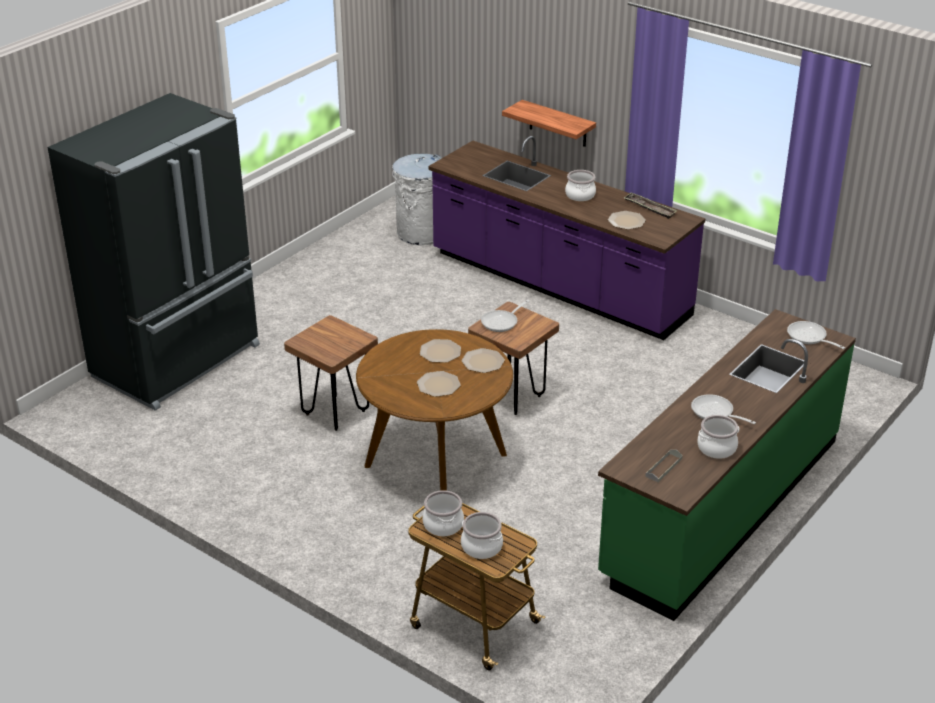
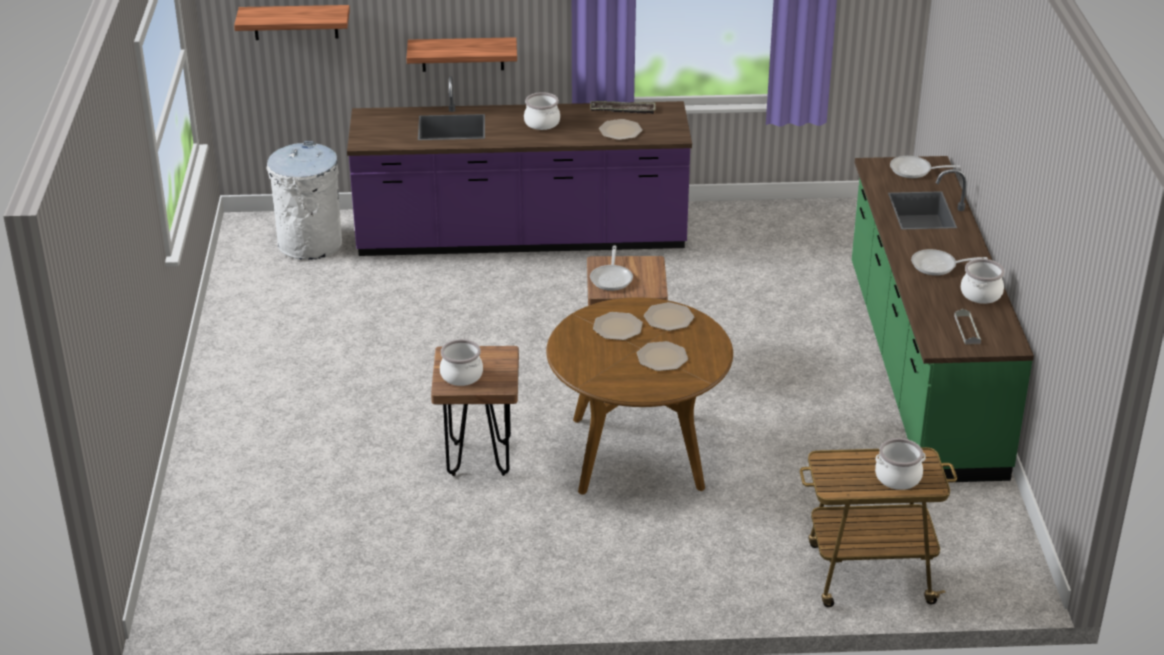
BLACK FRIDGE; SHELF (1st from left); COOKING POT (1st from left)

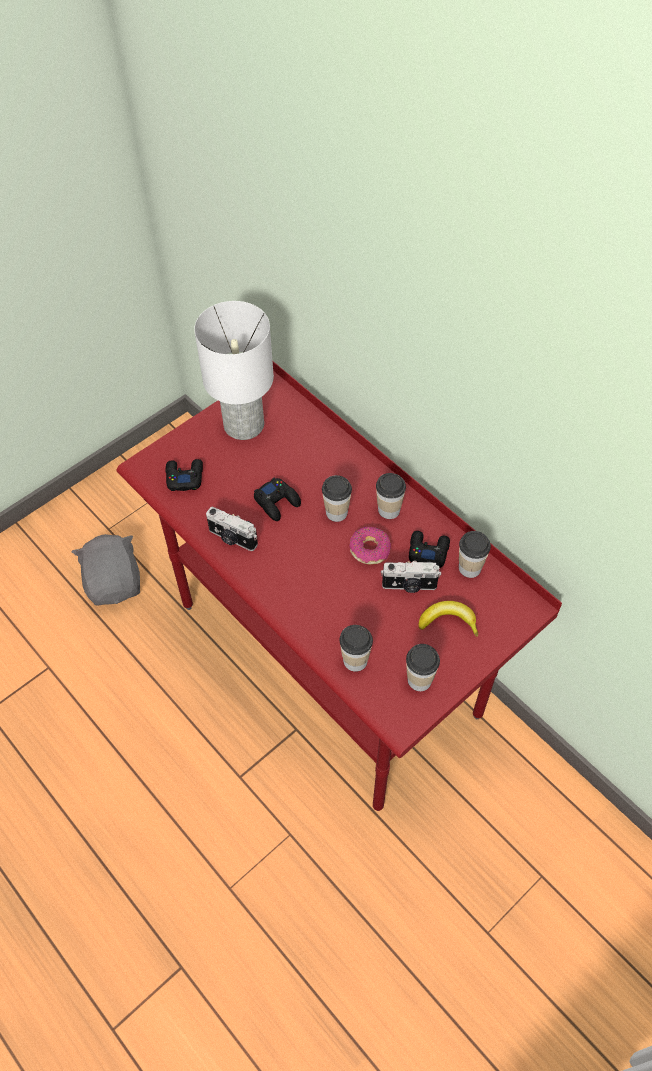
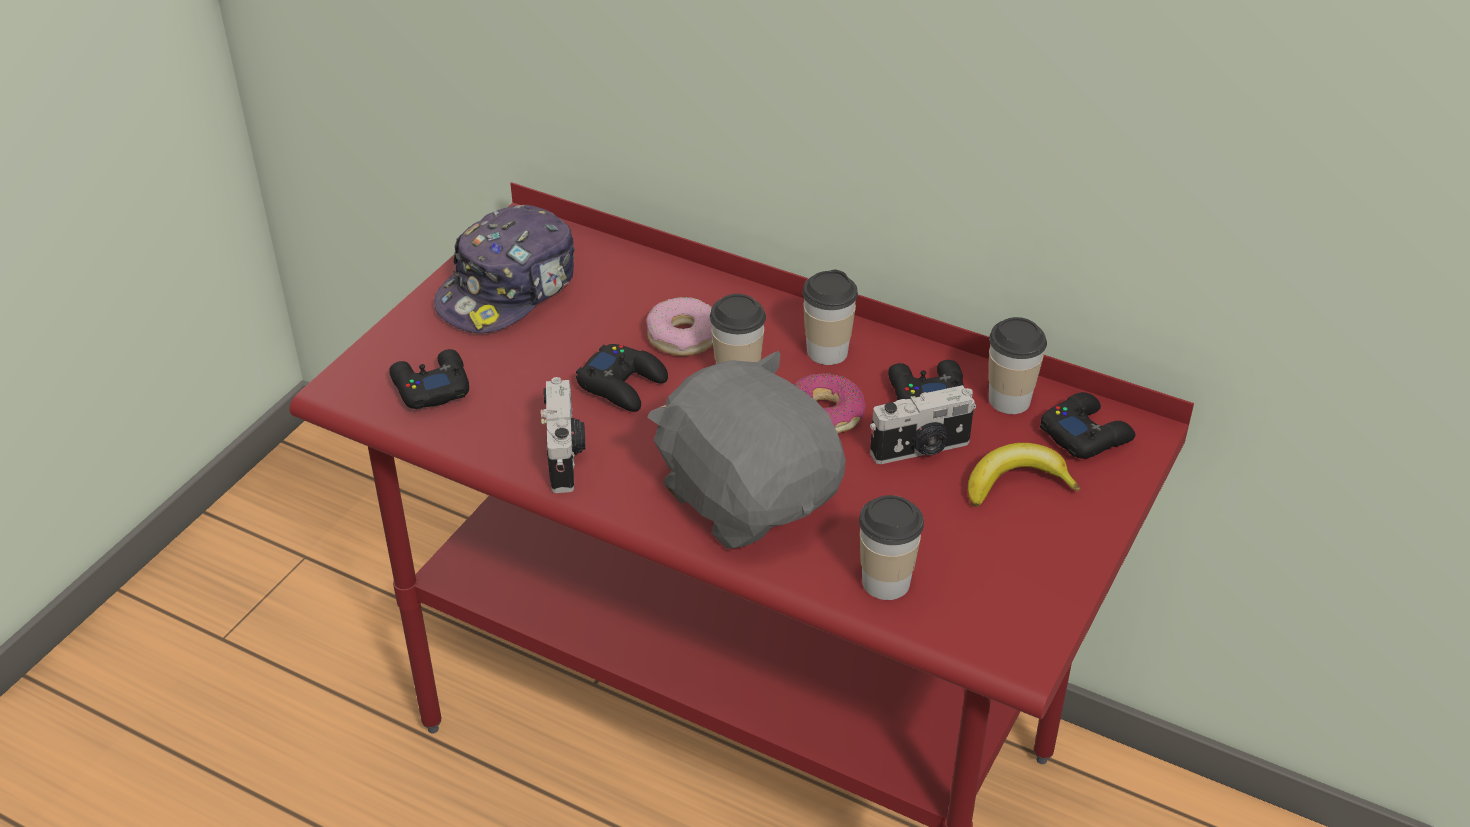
CUP (4th from left in the first image); DONUT (1st from left); BLACK GAME CONTROLLER (4th from left); GREY PLUSH TOY; CAP; PHOTO CAMERA (1st from left)

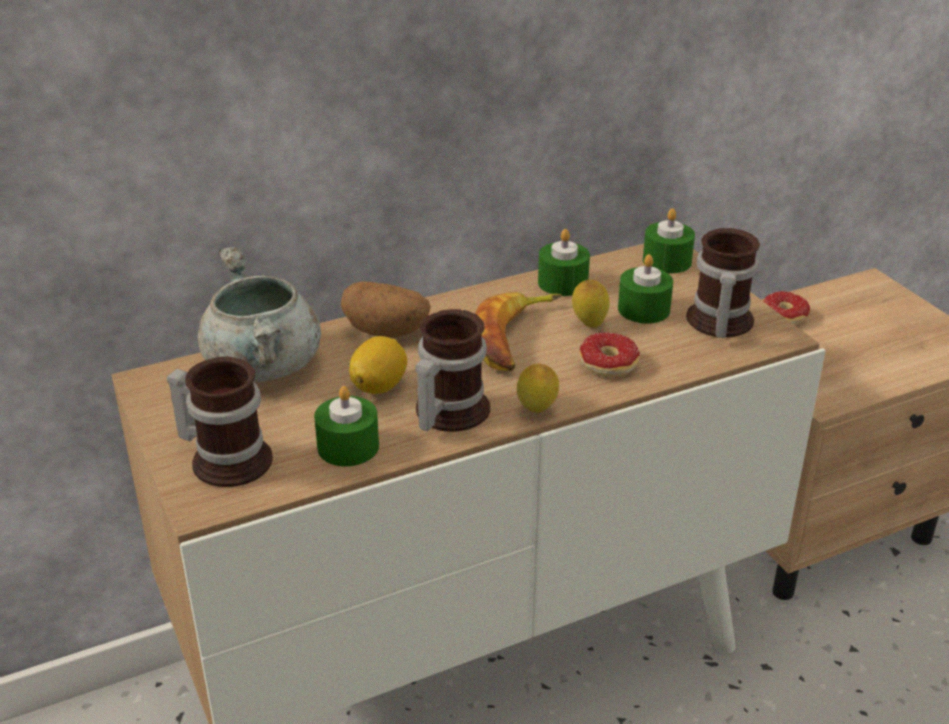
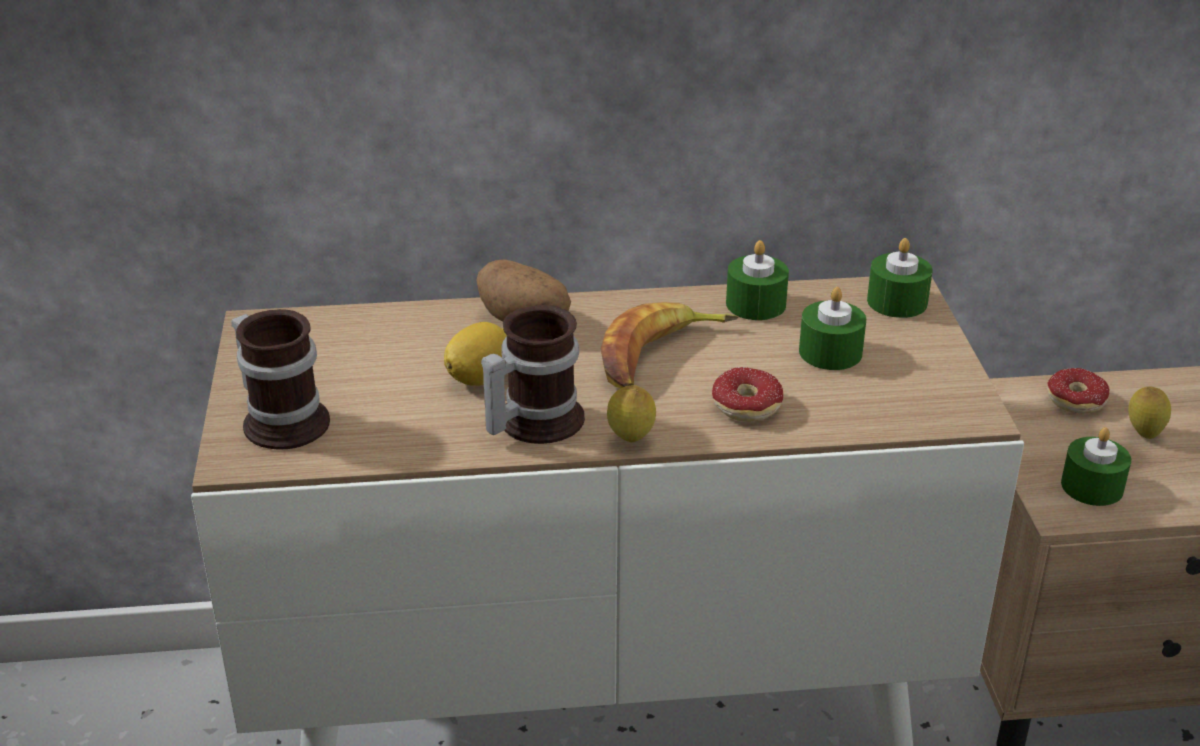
GREY COOKING POT; MUG (3rd from left in the first image); GREEN CANDLE (4th from left); LEMON (3rd from left)

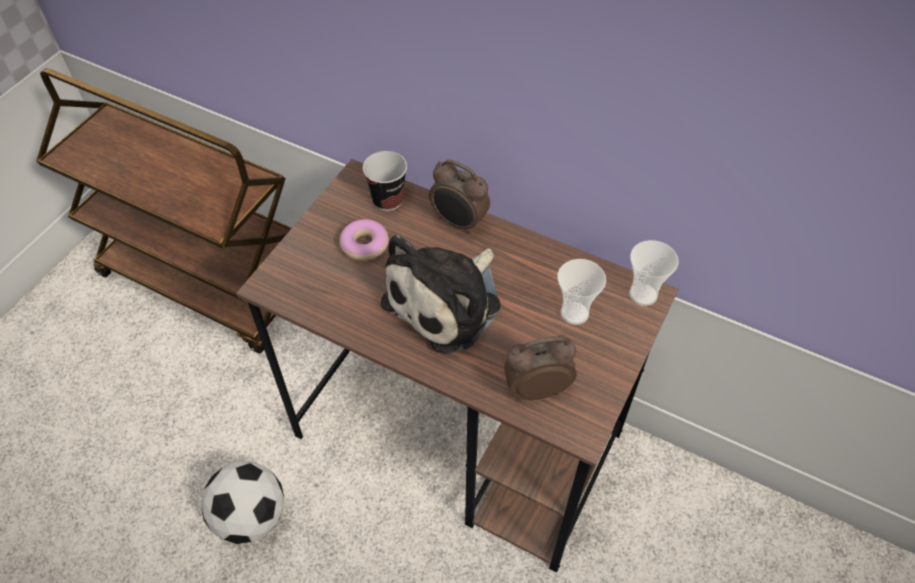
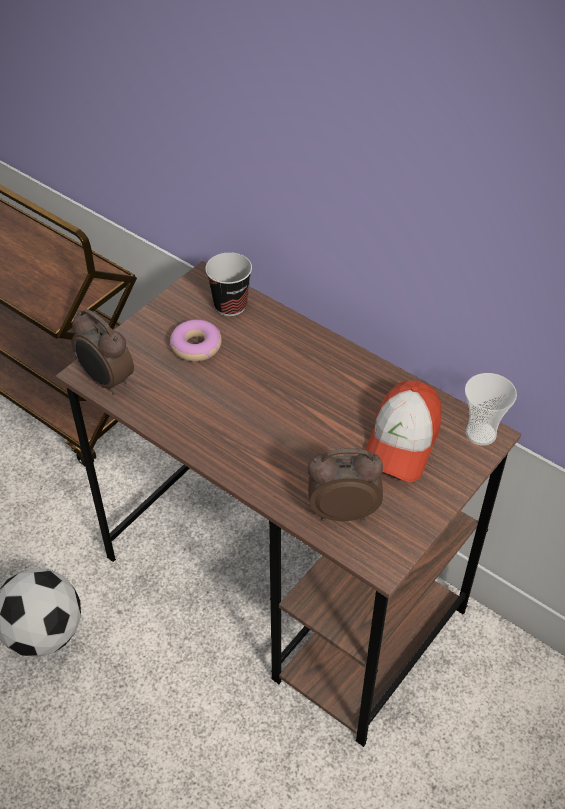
PLUSH TOY; ALARM CLOCK (1st from left); CAP

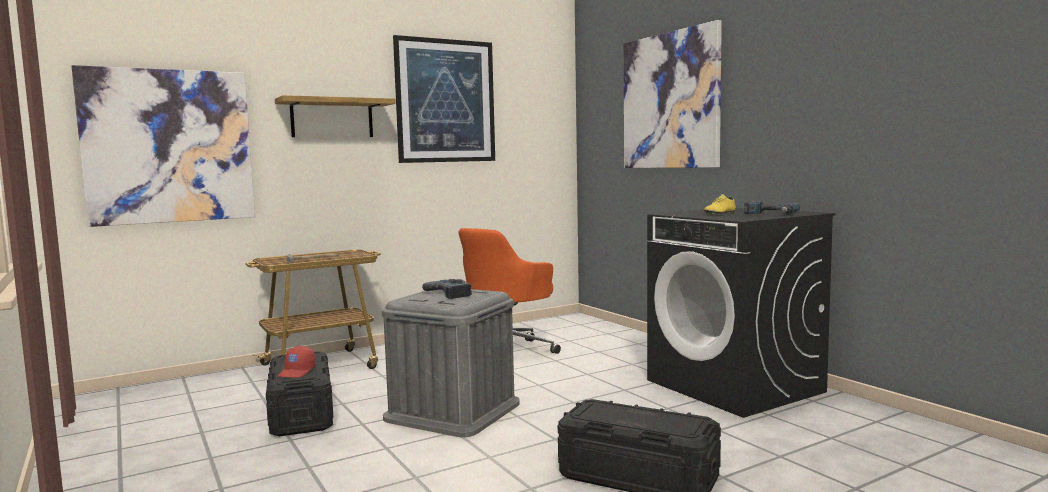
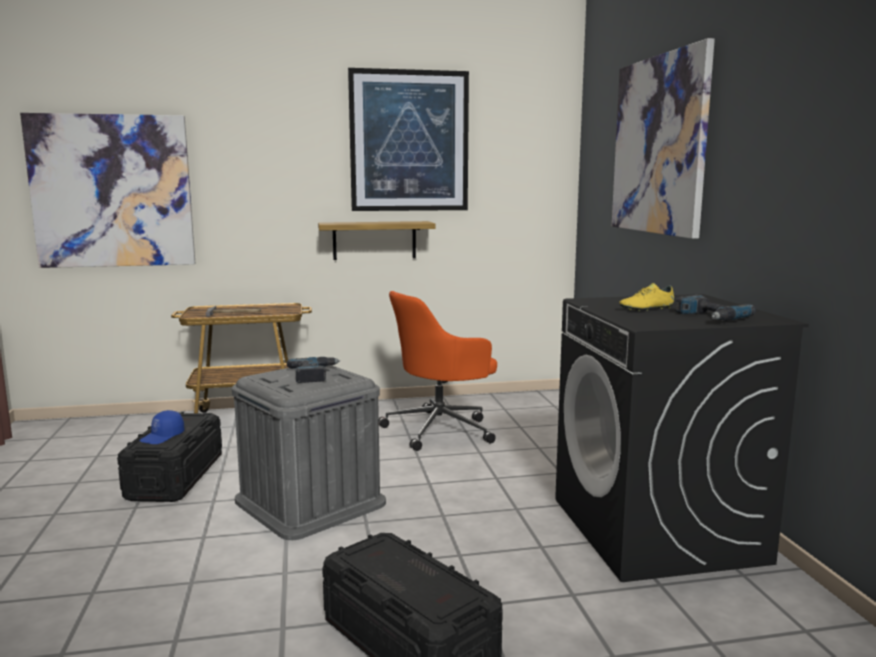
SHELF; BLUE CAP

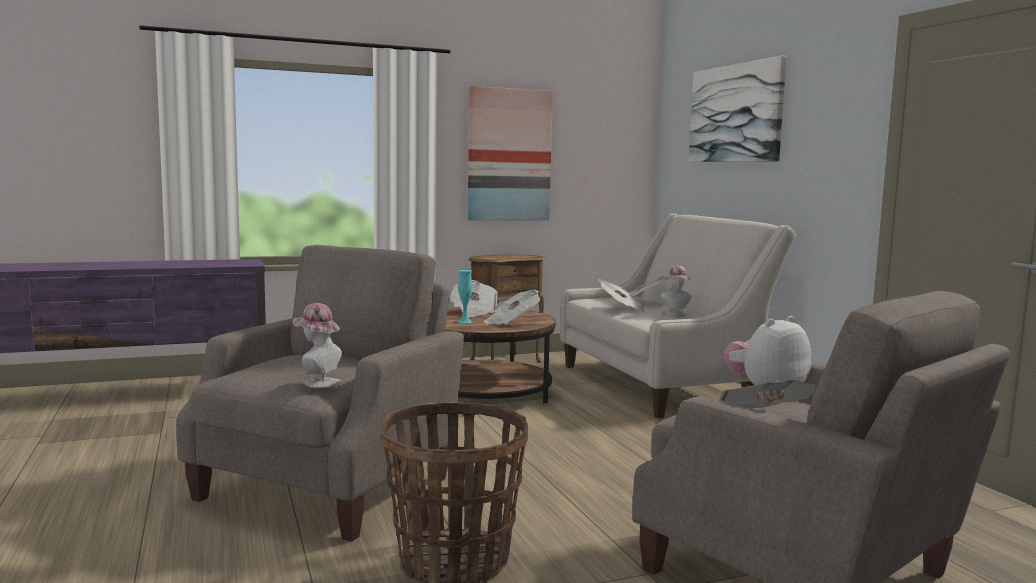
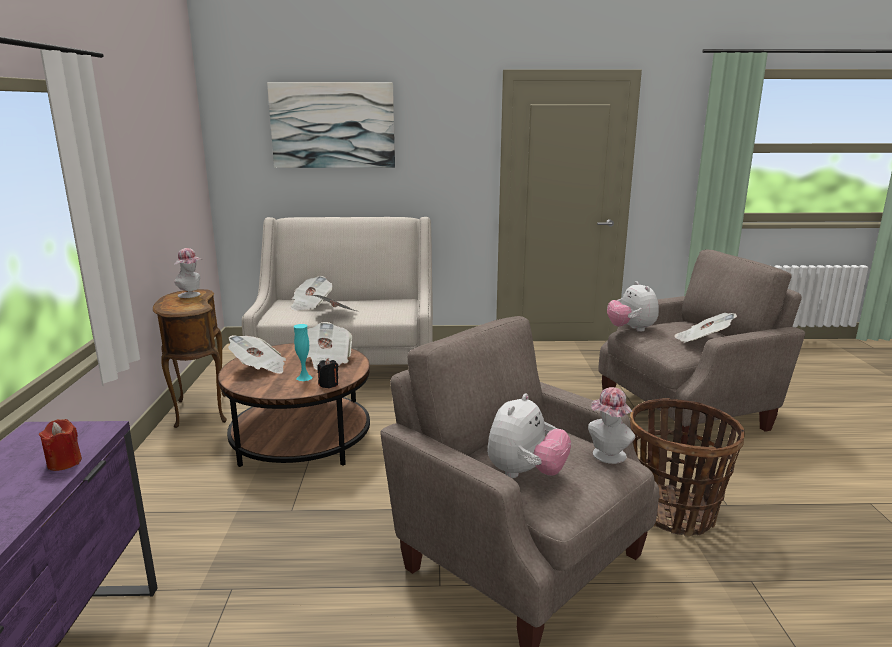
PICTURE (1st from left in the first image); RED CANDLE; BLACK CANDLE; PLUSH TOY (1st from left); HAT (1st from left)

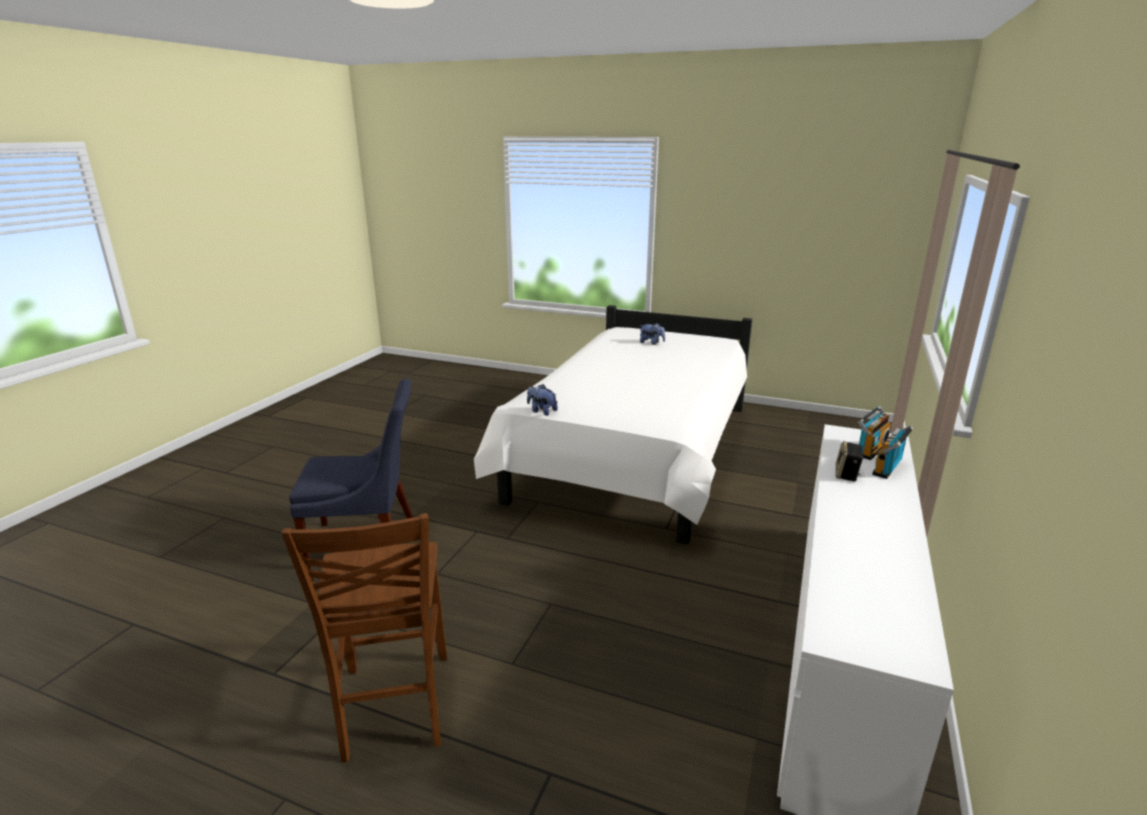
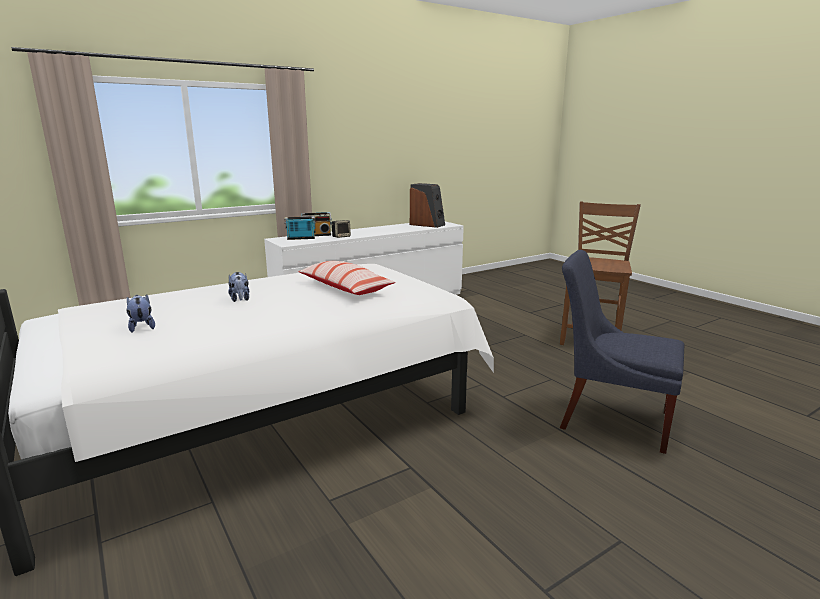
PILLOW; SPEAKER (2nd from left); PLUSH TOY (2nd from left)

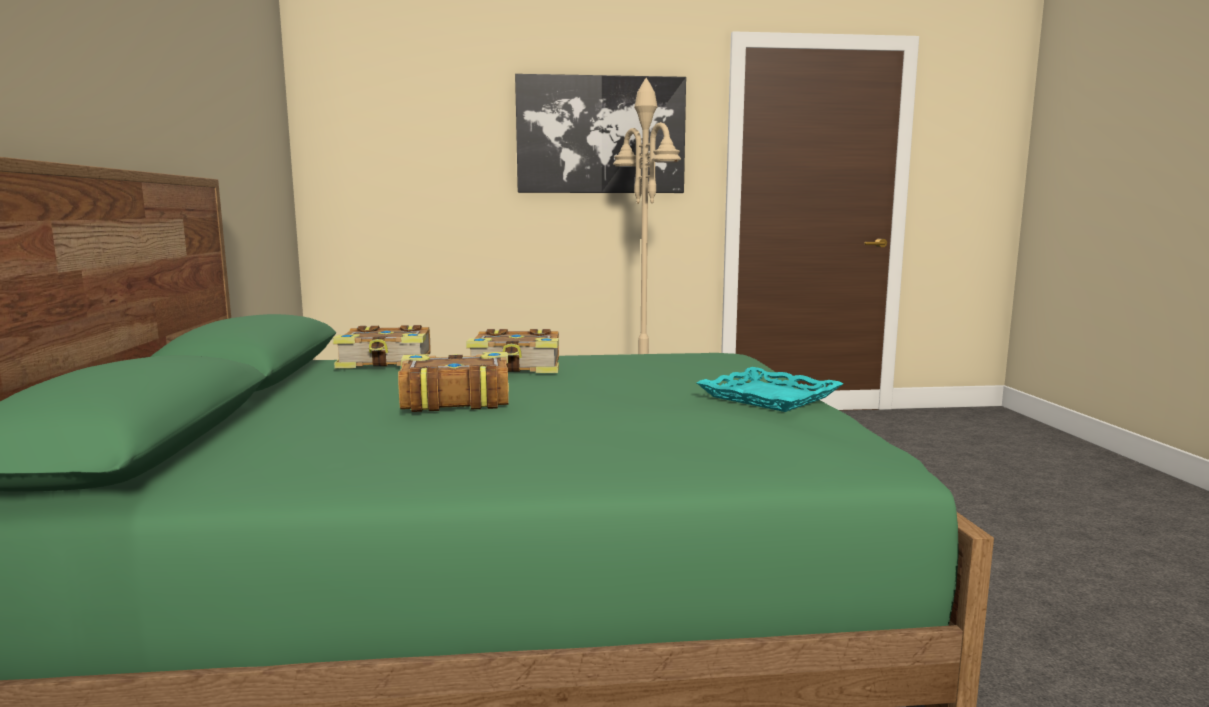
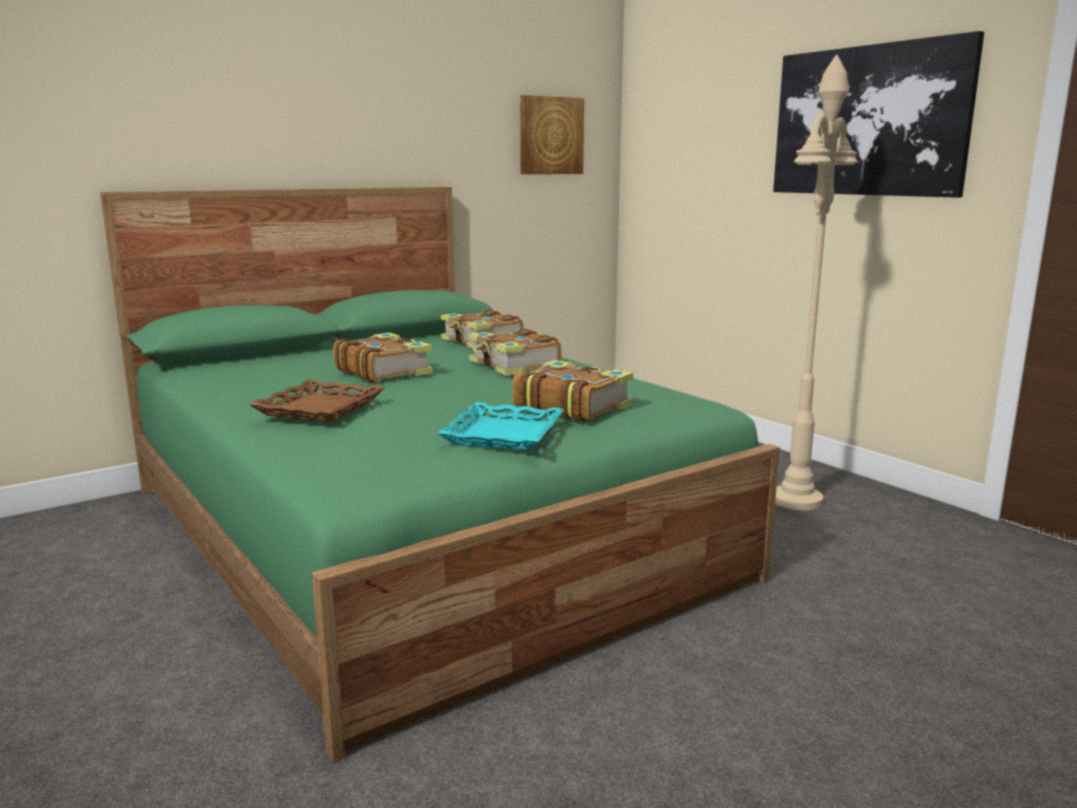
BROWN TRAY; BOOK (4th from left); PICTURE (1st from left)

